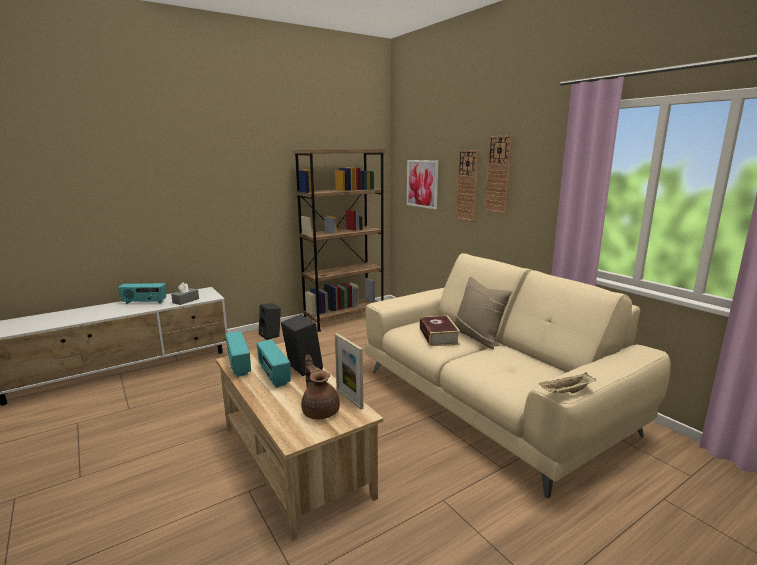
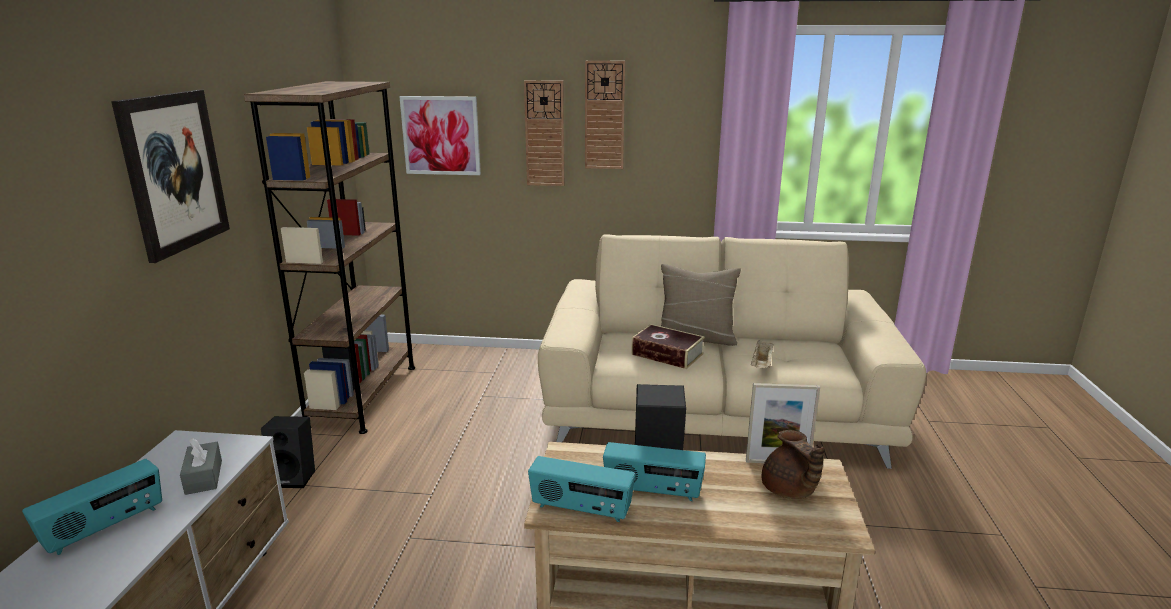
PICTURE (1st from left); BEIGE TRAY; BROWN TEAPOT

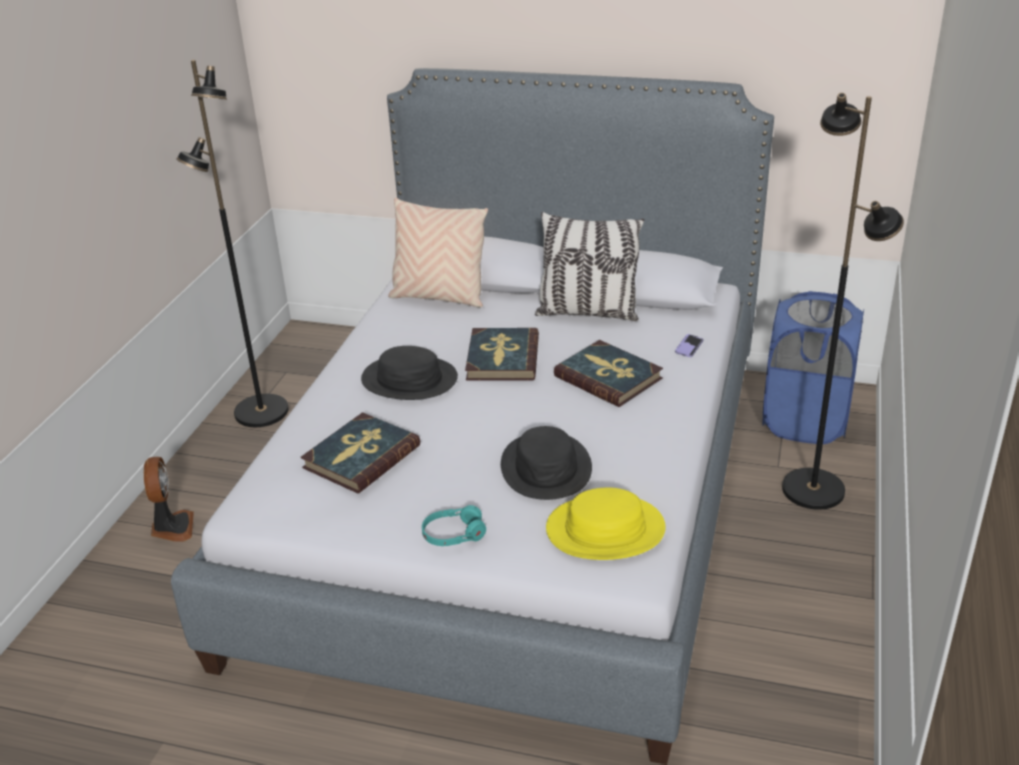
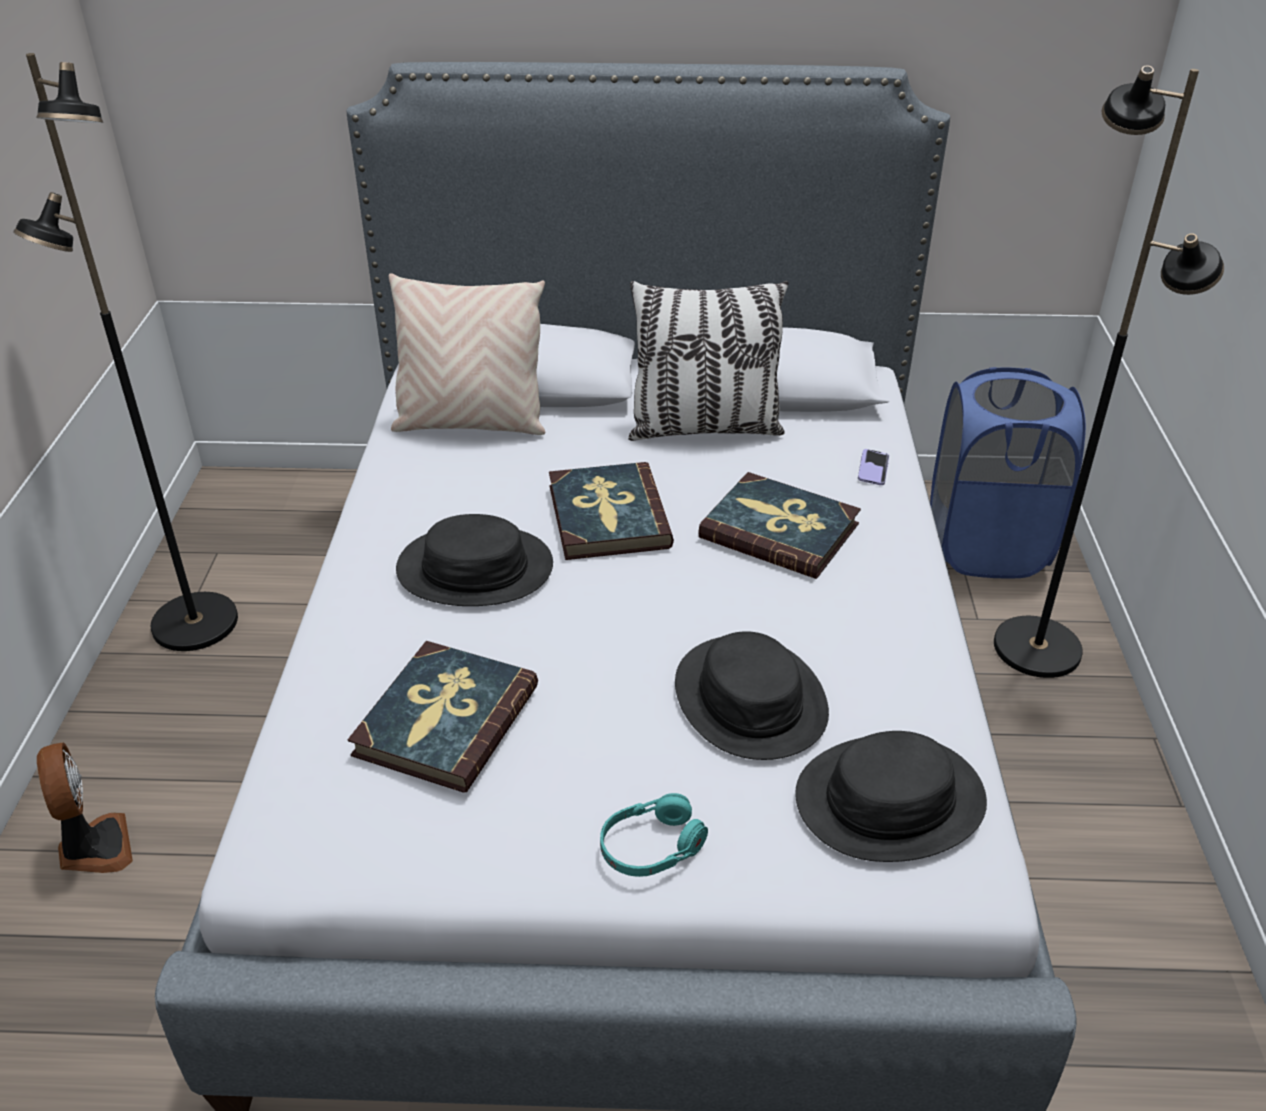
BLACK HAT (3rd from left)

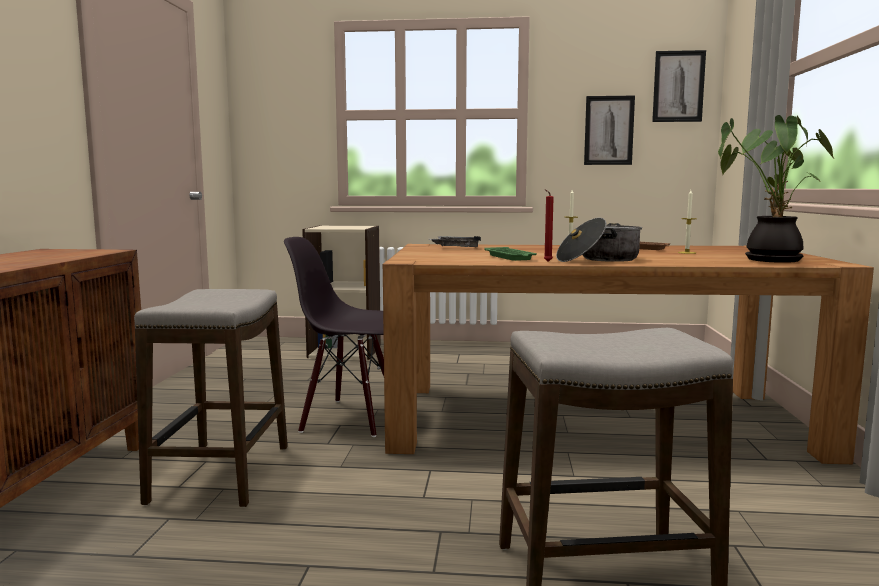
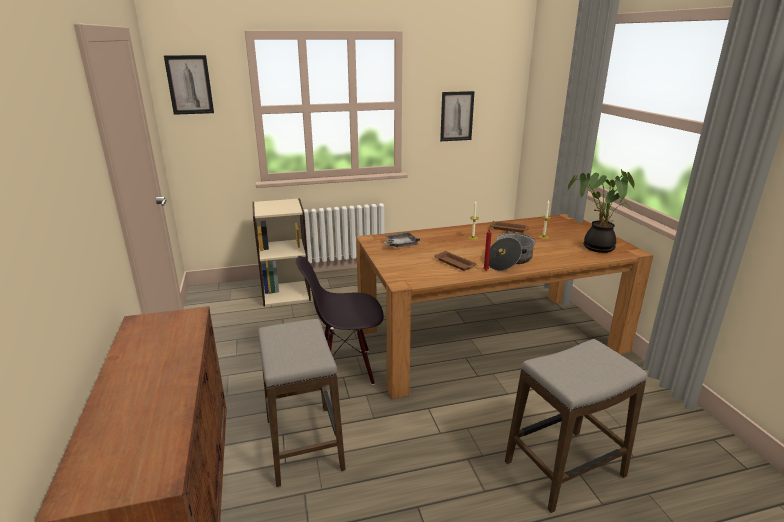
PICTURE (1st from left); BROWN TRAY (1st from left)

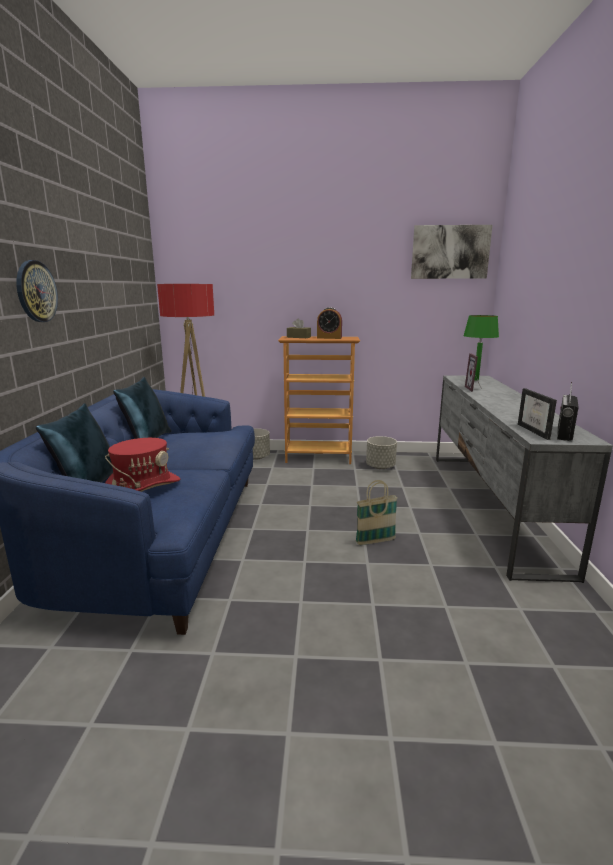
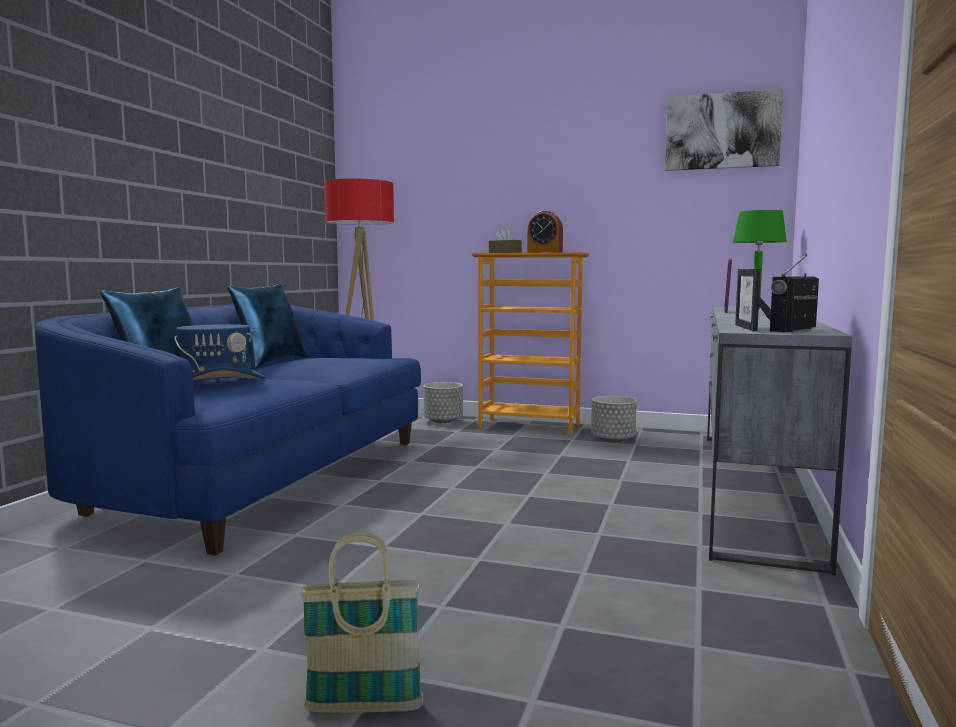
WALL CLOCK; BASKET; BLUE HAT

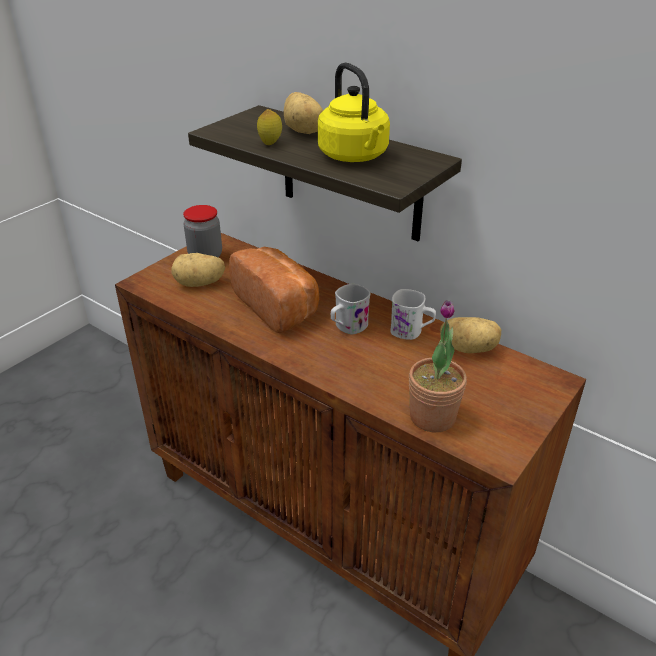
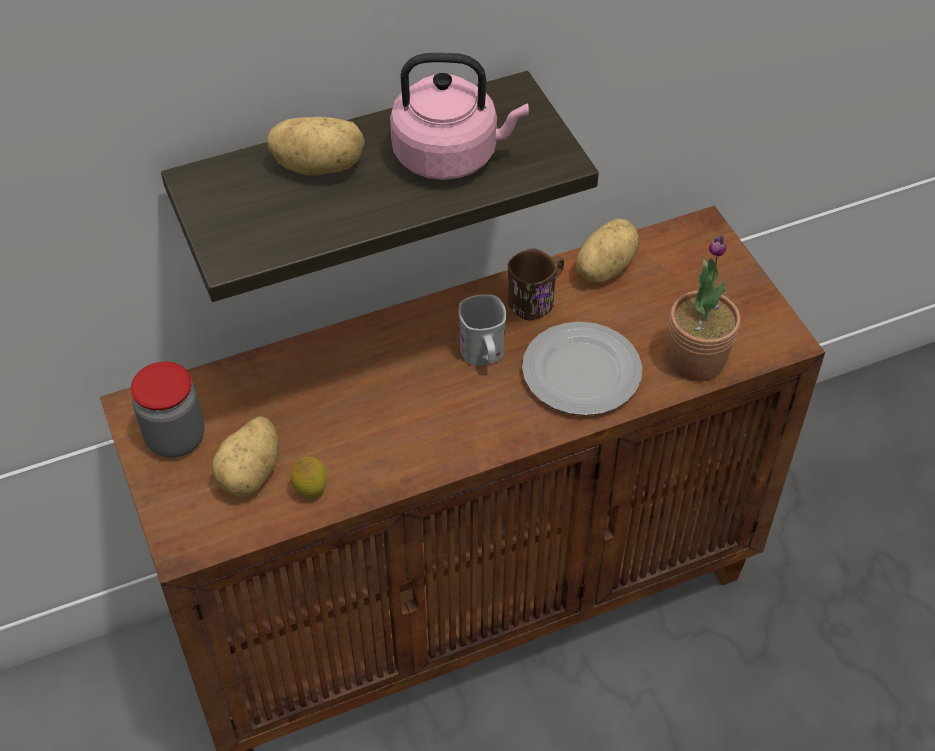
BREAD; PLATE; LEMON; PINK KETTLE; BROWN MUG

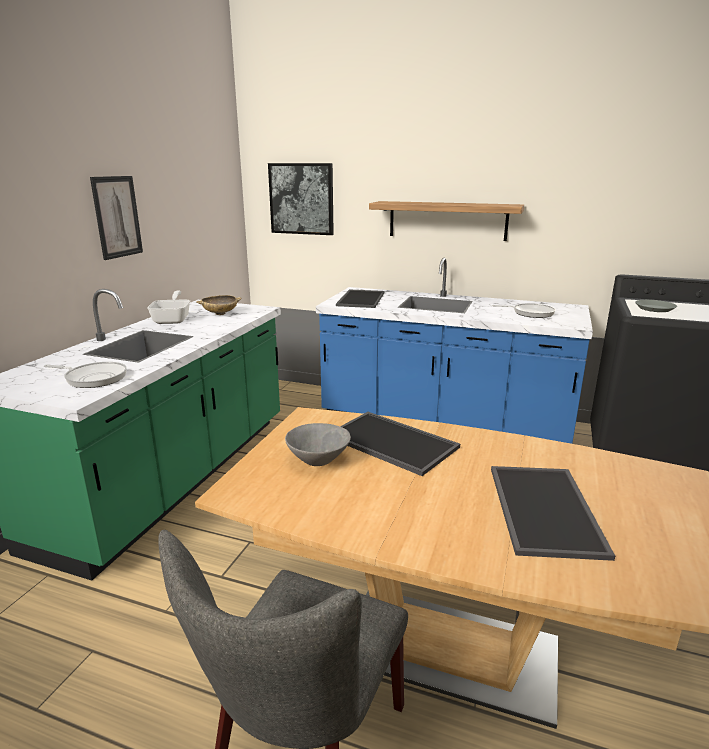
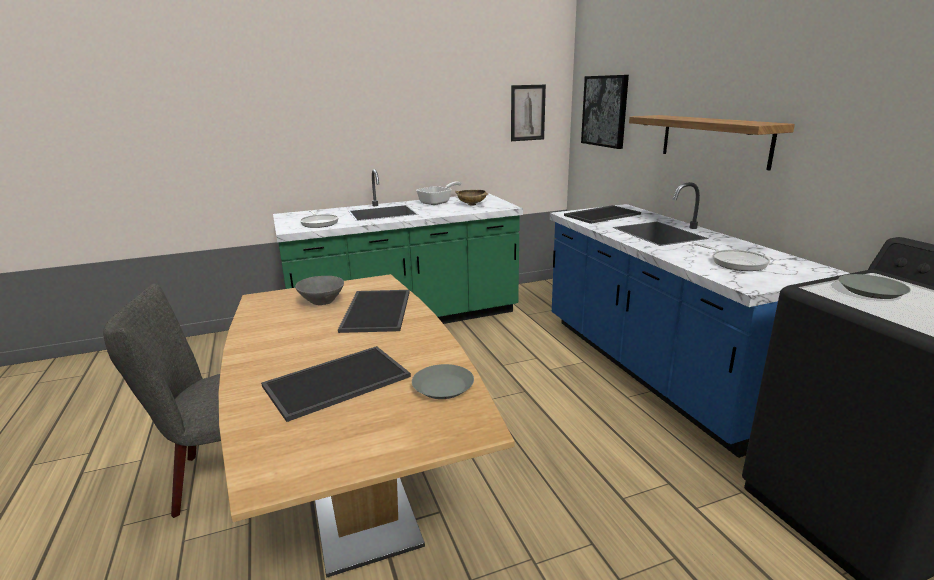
GREY PLATE (1st from left); PICTURE (1st from left)

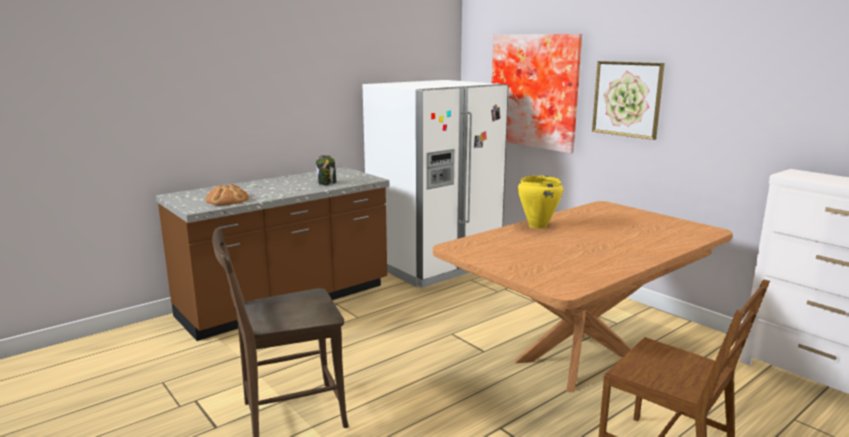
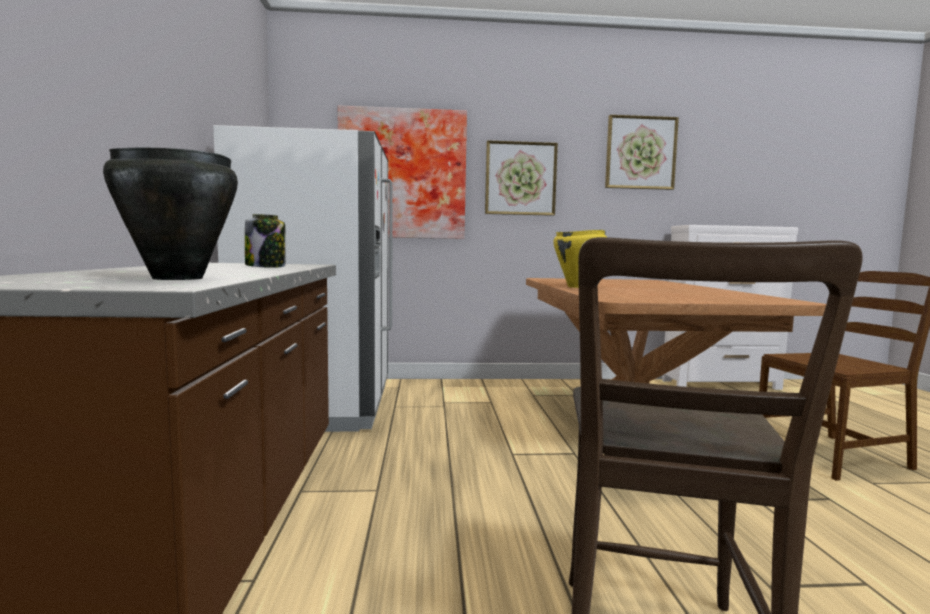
PICTURE (3rd from left); BLACK COOKING POT

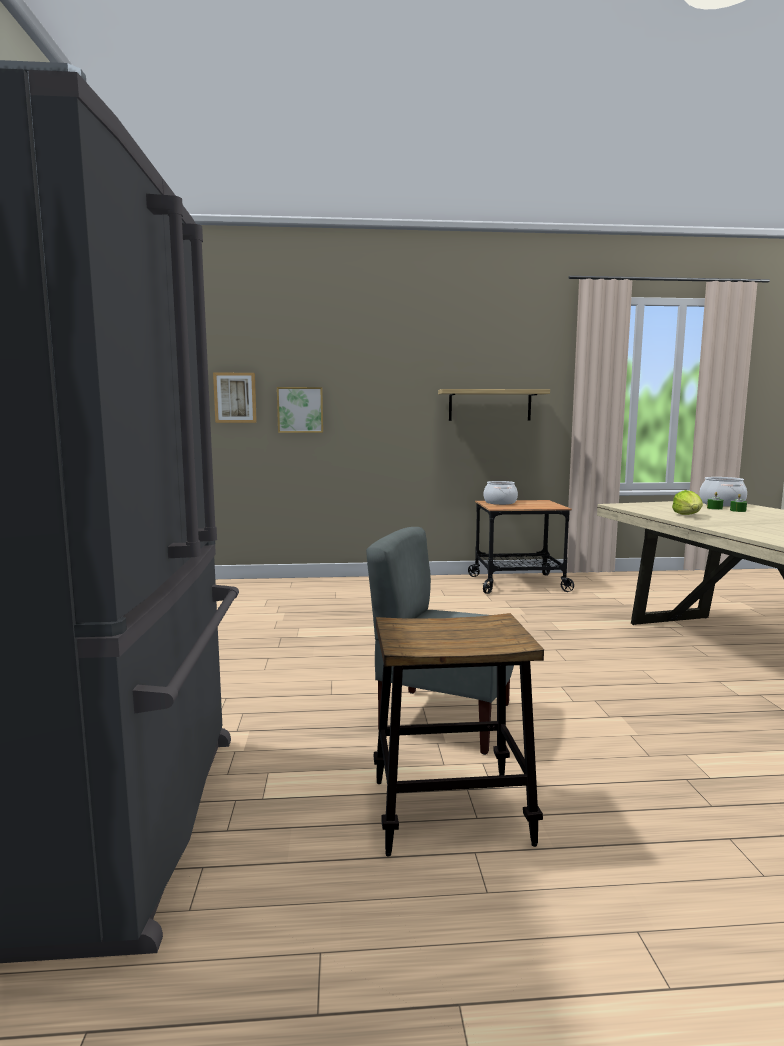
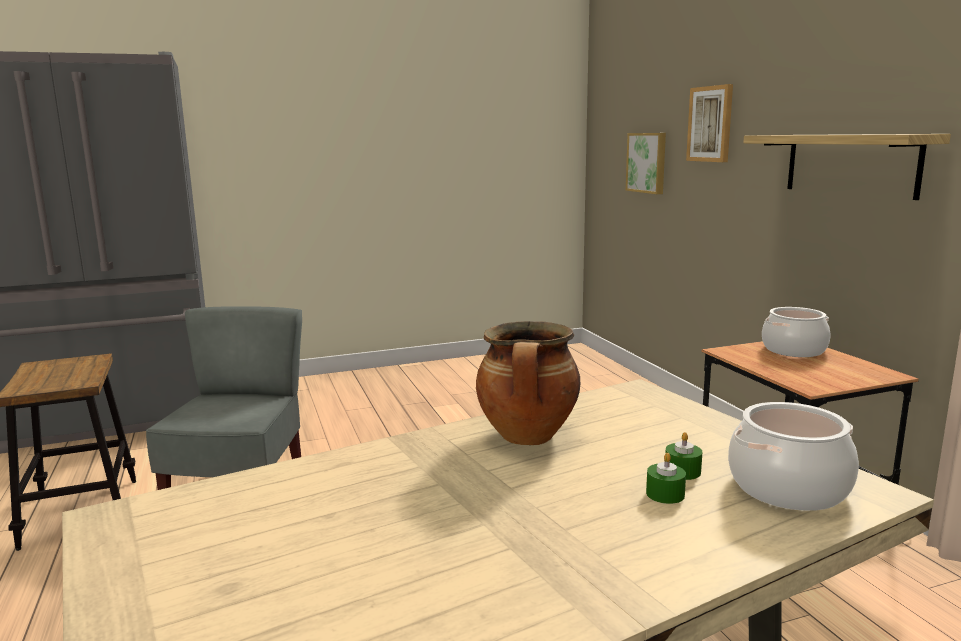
PICTURE (2nd from left); COOKING POT (1st from left)

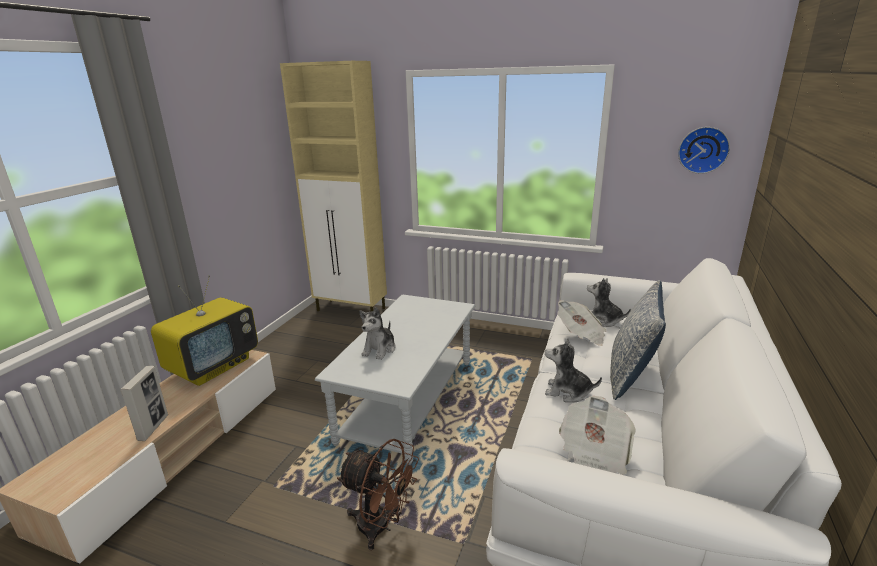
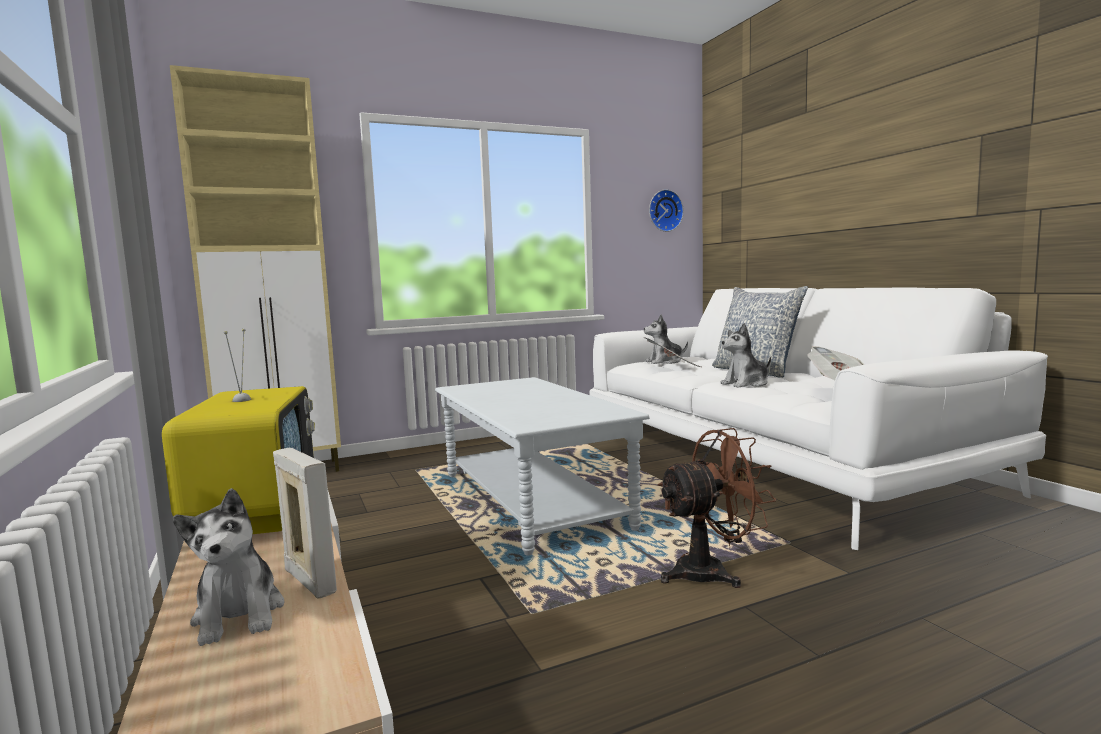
PLUSH TOY (1st from left)

